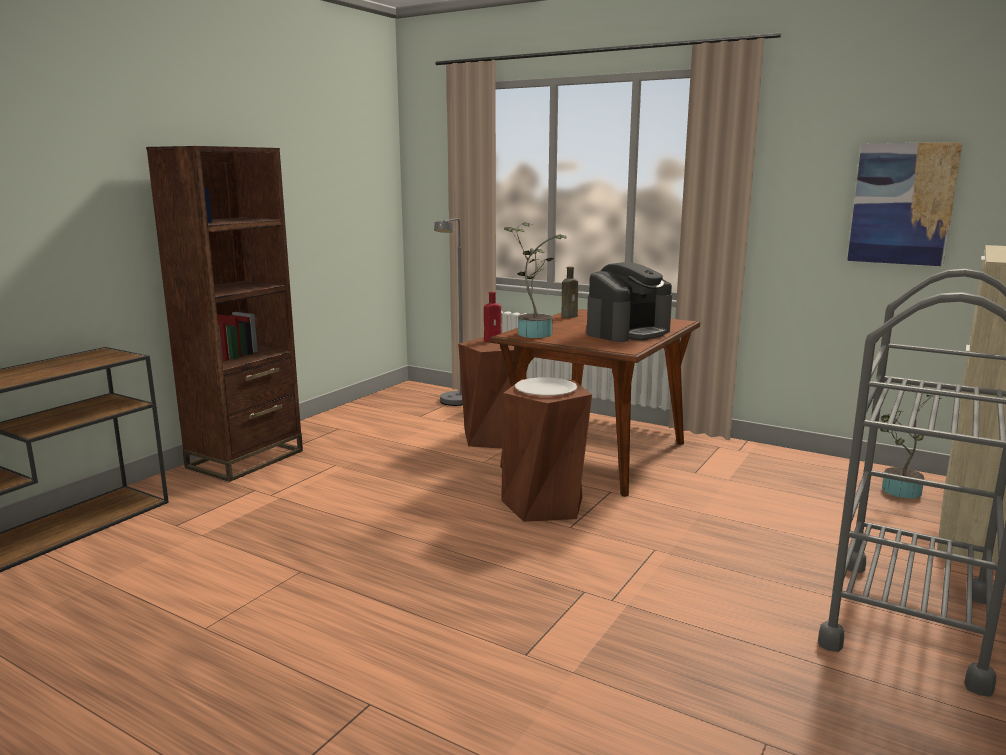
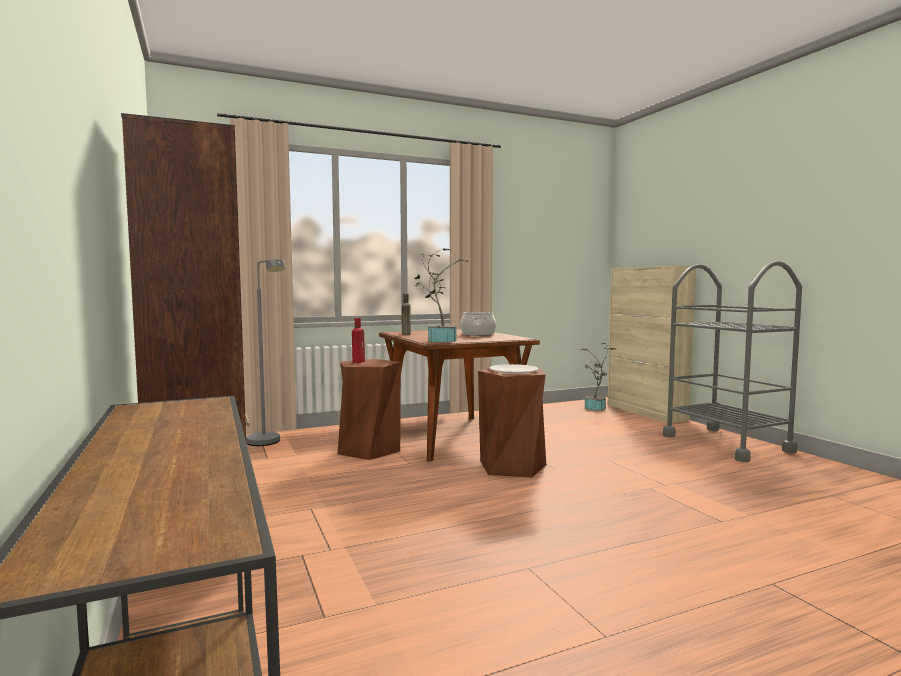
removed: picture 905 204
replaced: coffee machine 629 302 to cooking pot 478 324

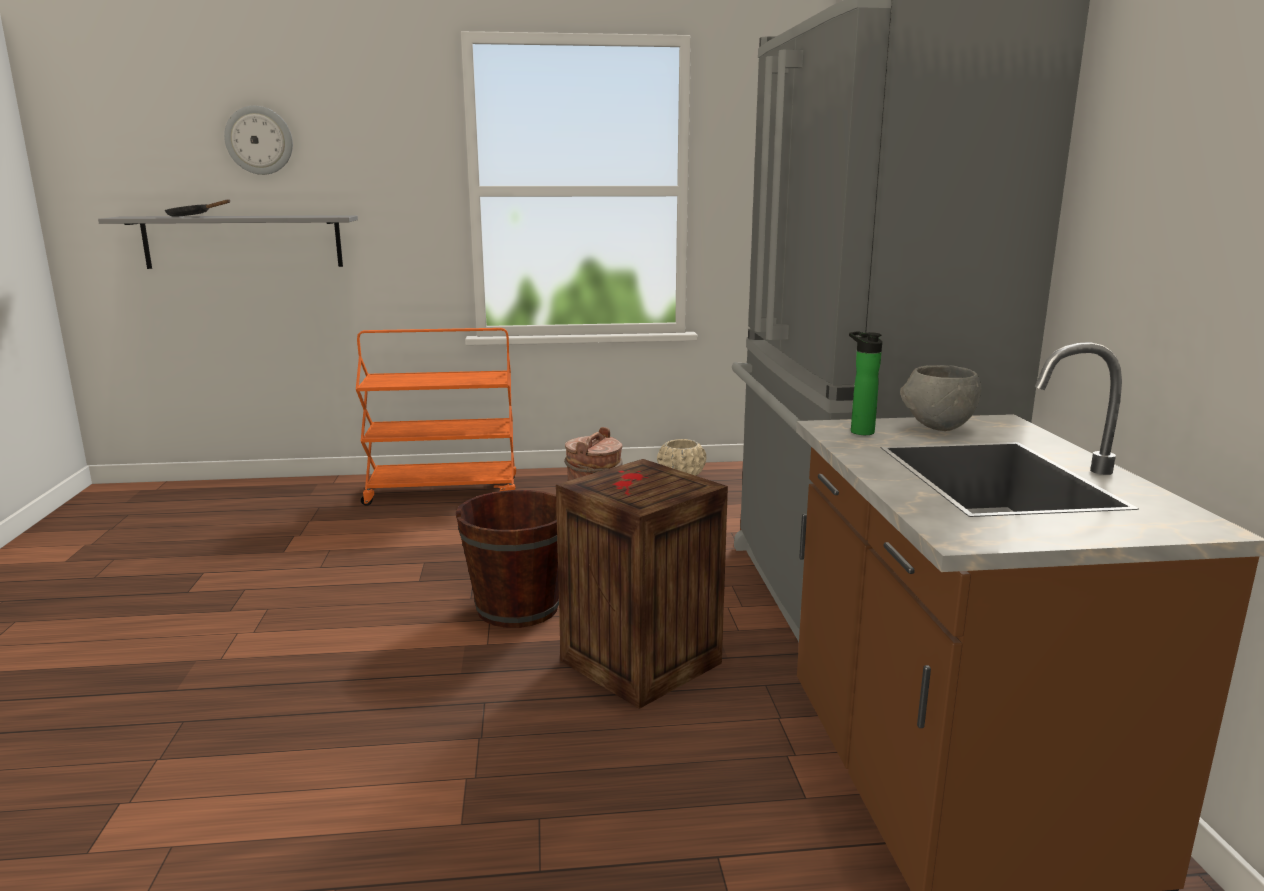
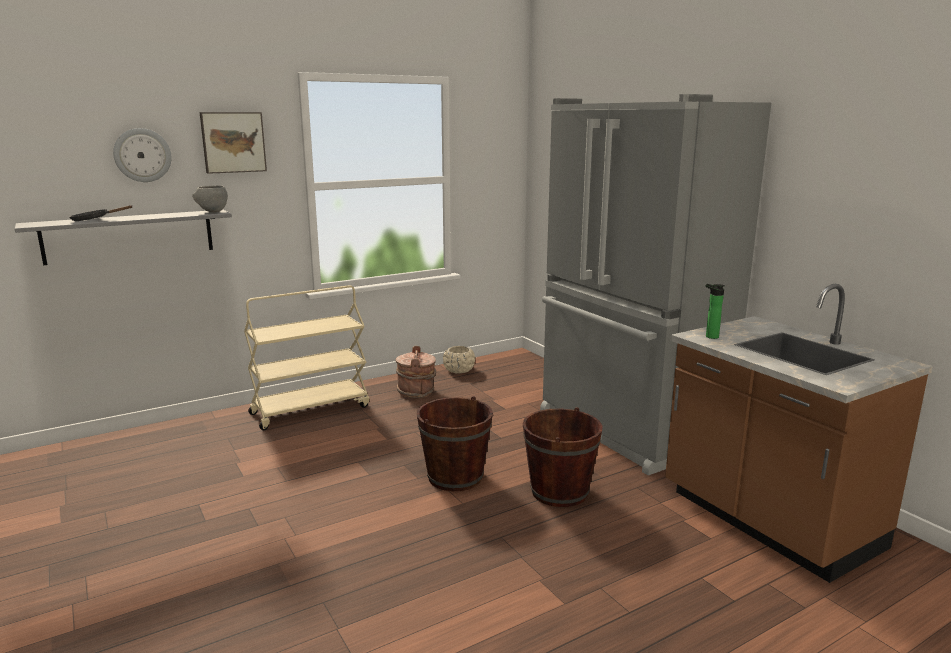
added: picture 233 143
moved: grey bowl 940 398 to 210 198
replaced: crate 642 584 to brown bucket 563 457
recoloured: orange cart 436 417 to beige cart 306 357

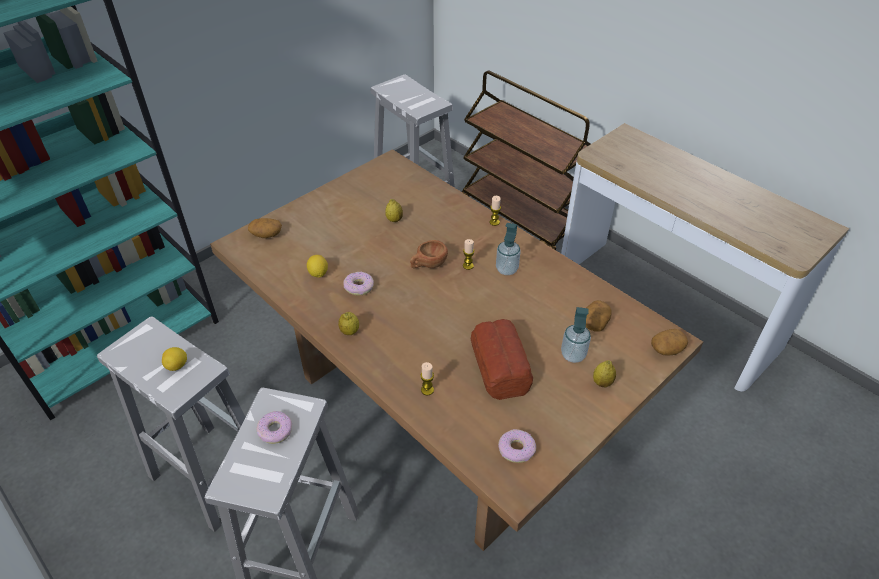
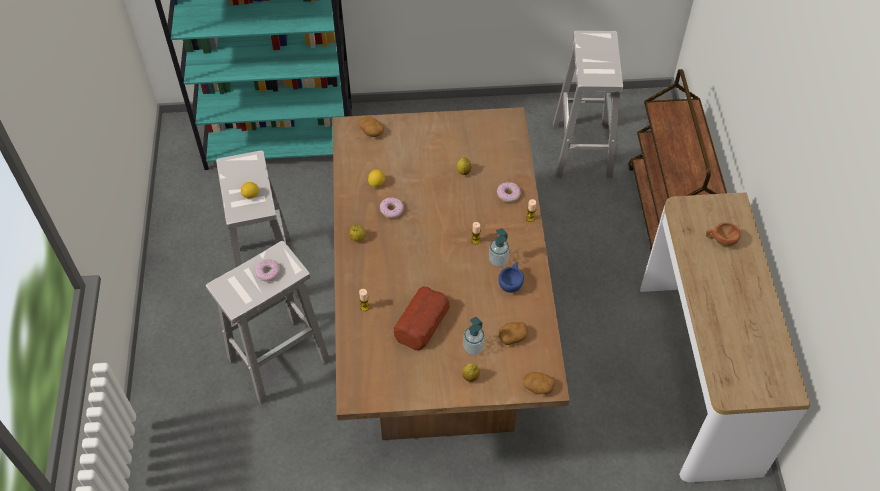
added: blue cup 511 277
moved: brown cup 429 254 to 723 234; donut 517 446 to 509 192

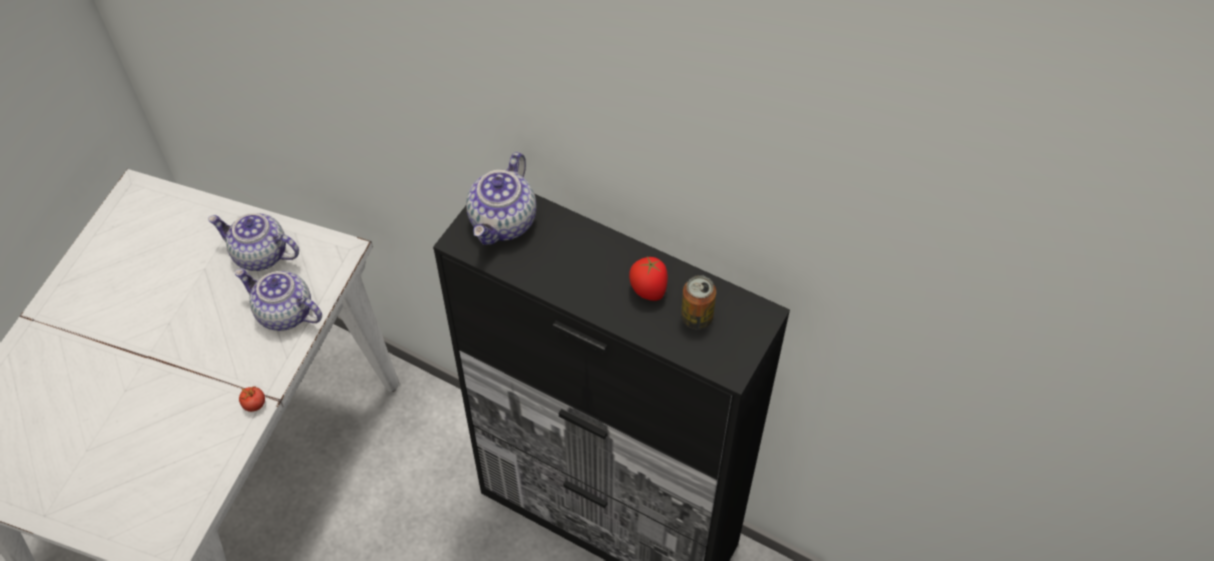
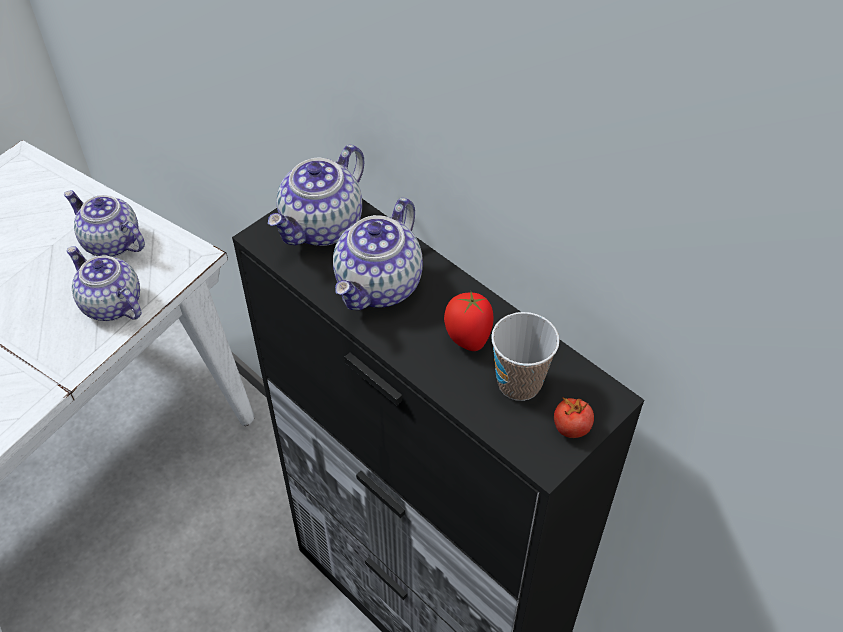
added: teapot 378 254
moved: tomato 252 399 to 574 417
replaced: can 698 302 to cup 525 356

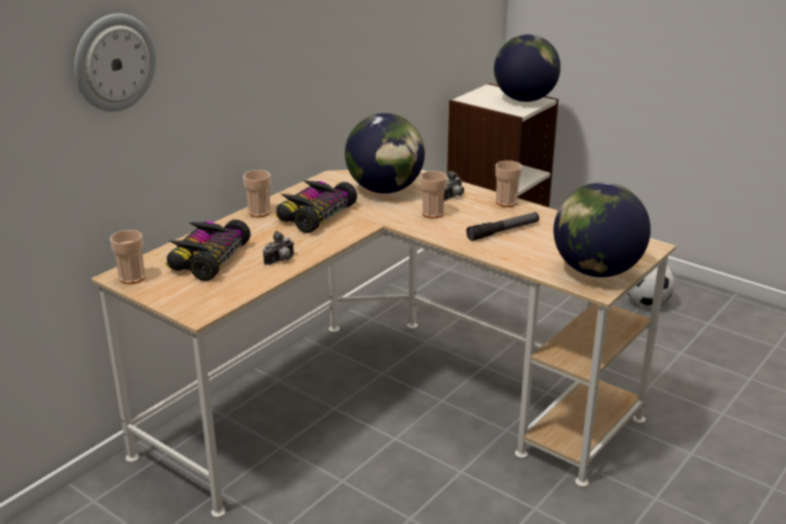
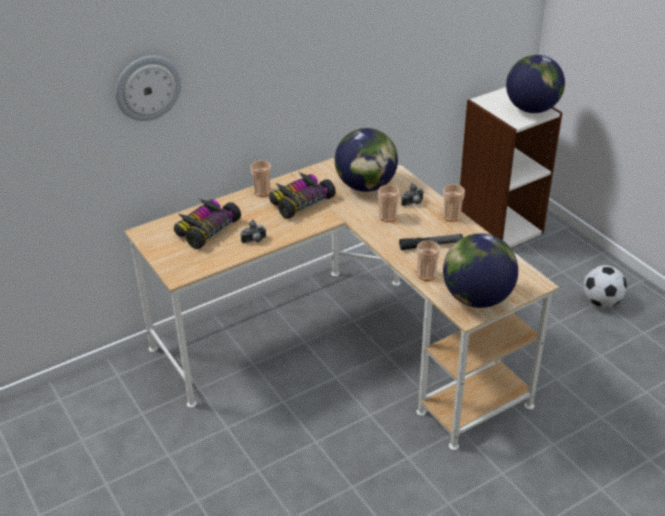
moved: cup 127 257 to 428 260

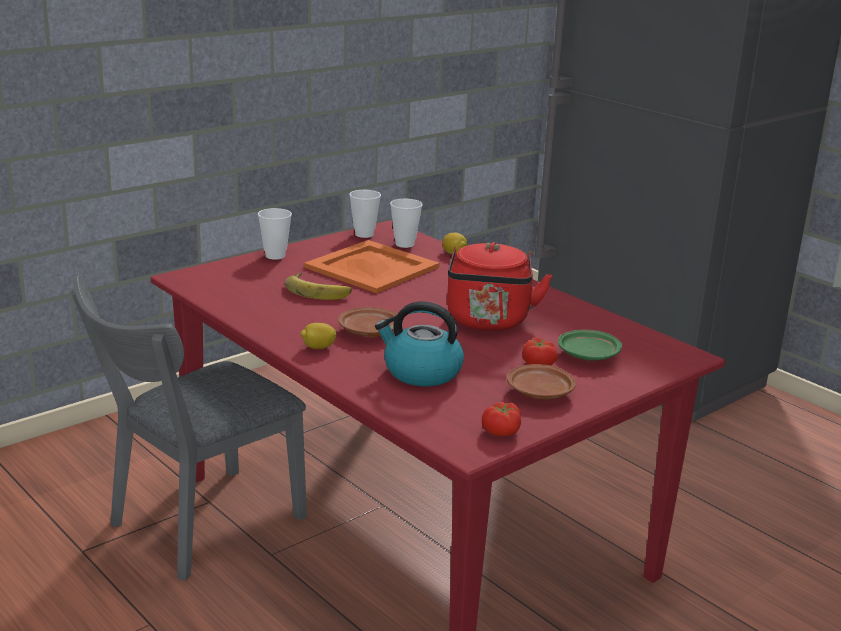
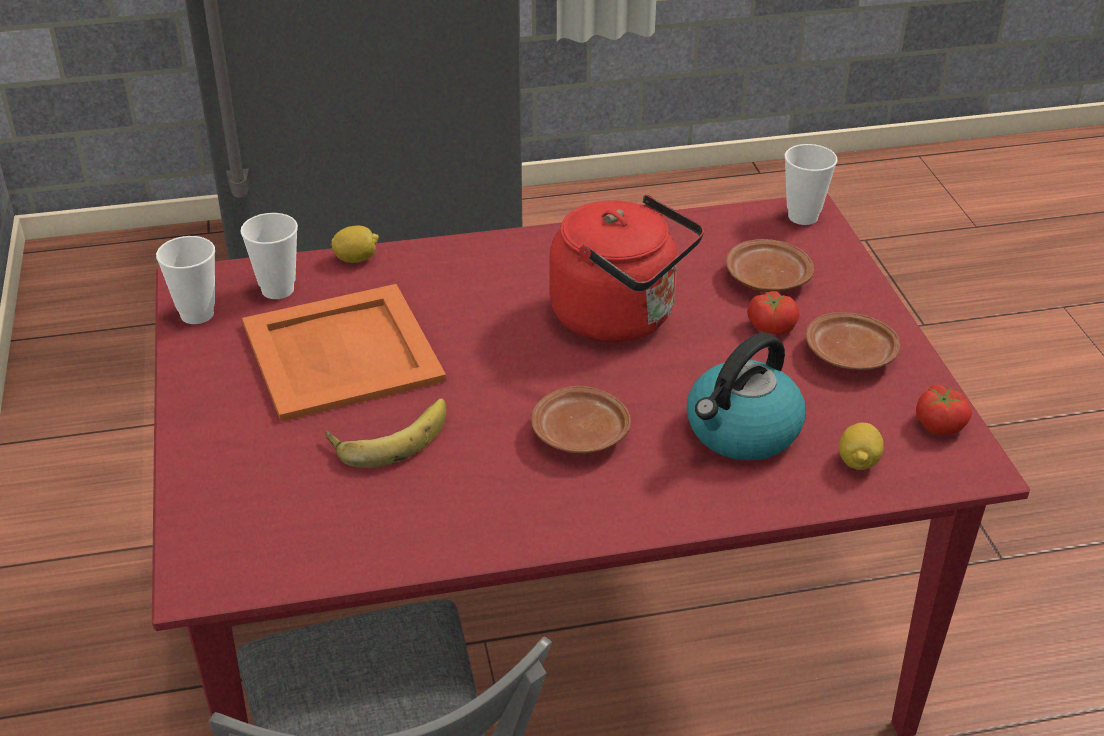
moved: cup 275 234 to 811 184; lemon 319 336 to 861 446
recoloured: green plate 590 345 to brown plate 770 265

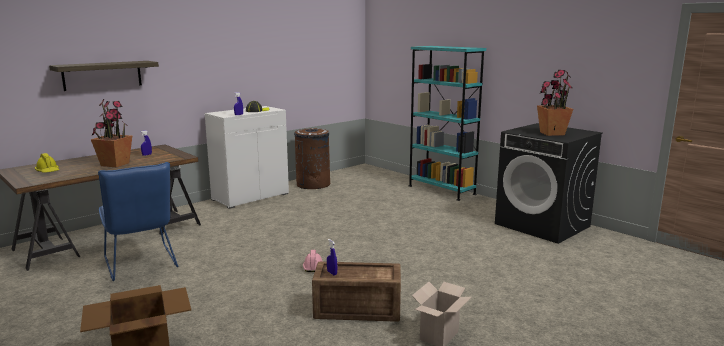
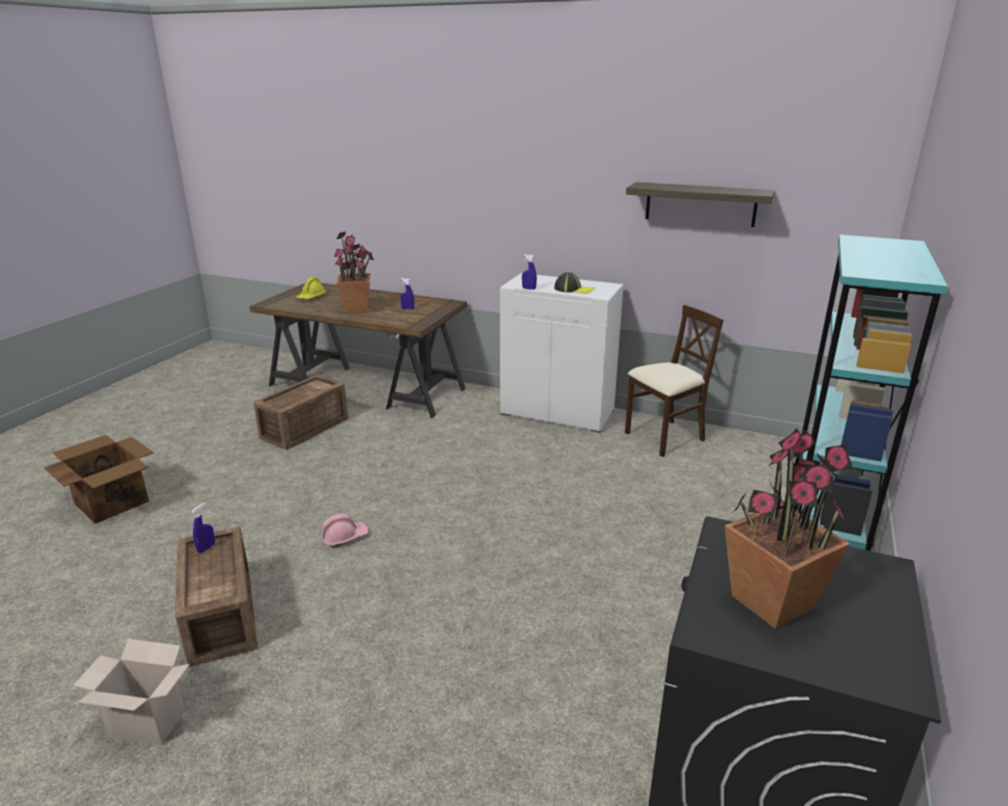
moved: shelf 104 76 to 700 204
replaced: blue chair 138 221 to crate 300 412; brown trash can 312 158 to beige chair 674 381

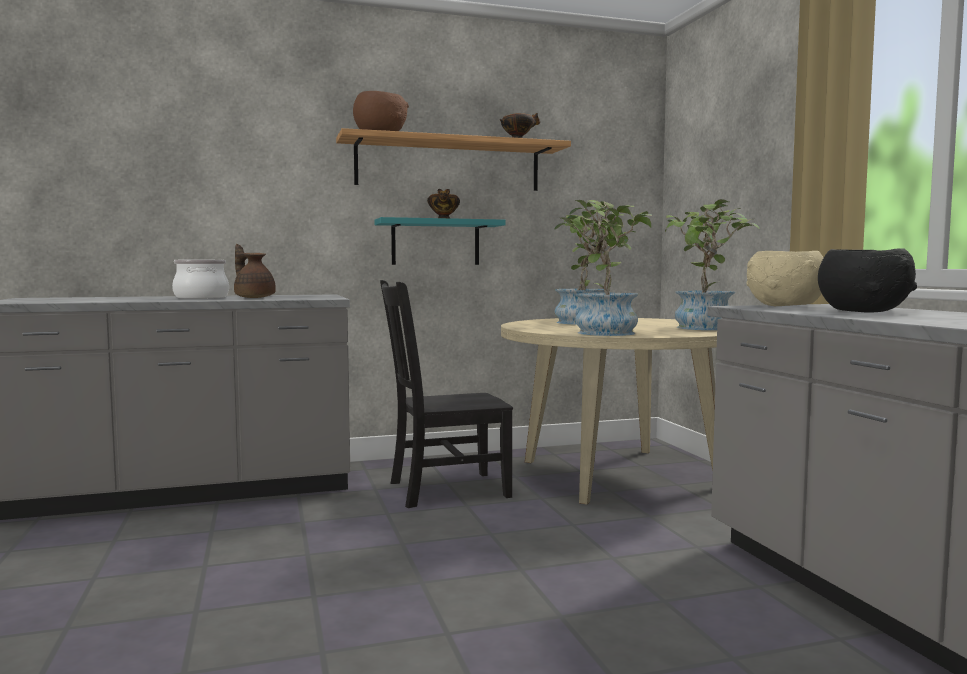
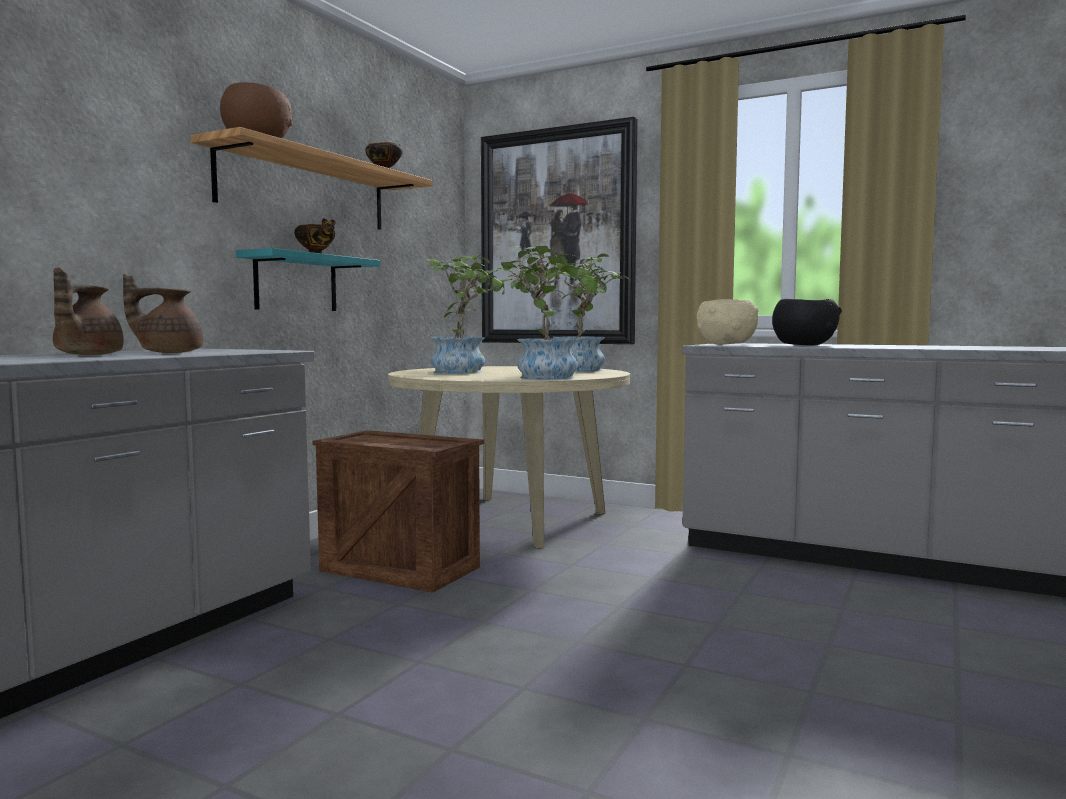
added: picture 559 230
replaced: cooking pot 200 279 to brown teapot 88 311; black chair 446 394 to crate 398 511

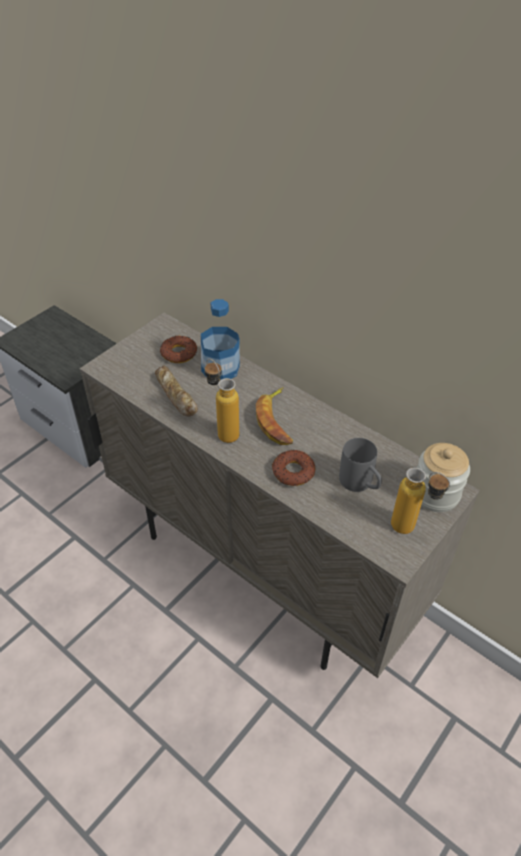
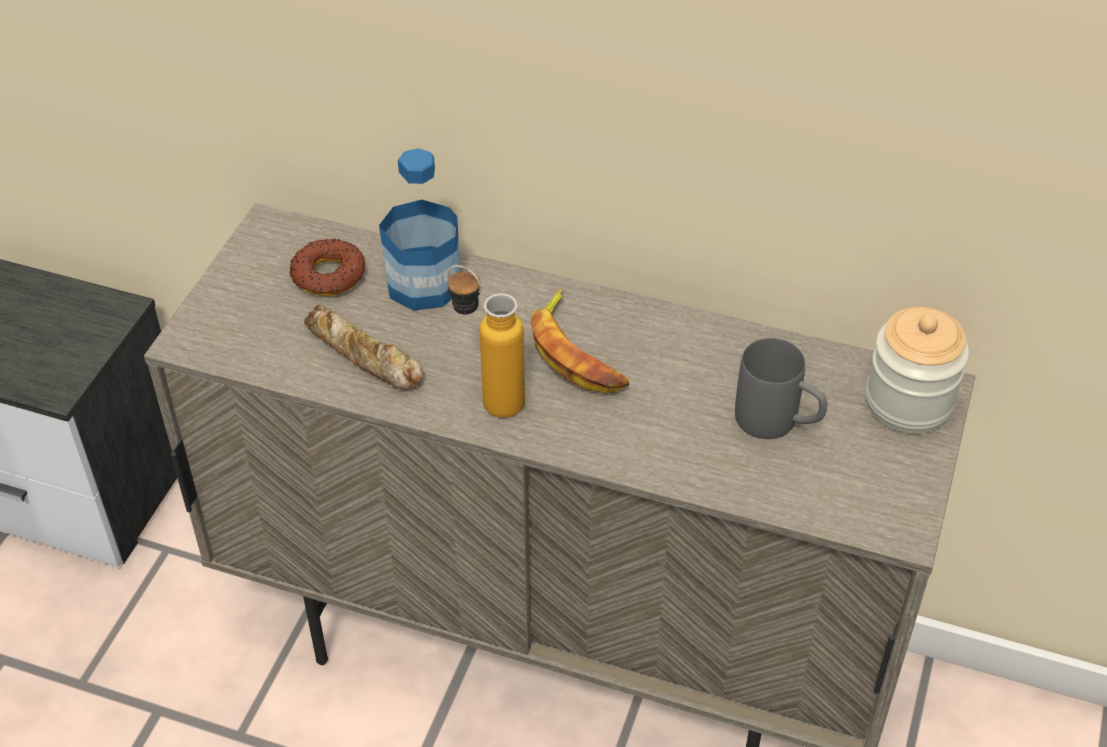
removed: donut 293 468; bottle 420 500

